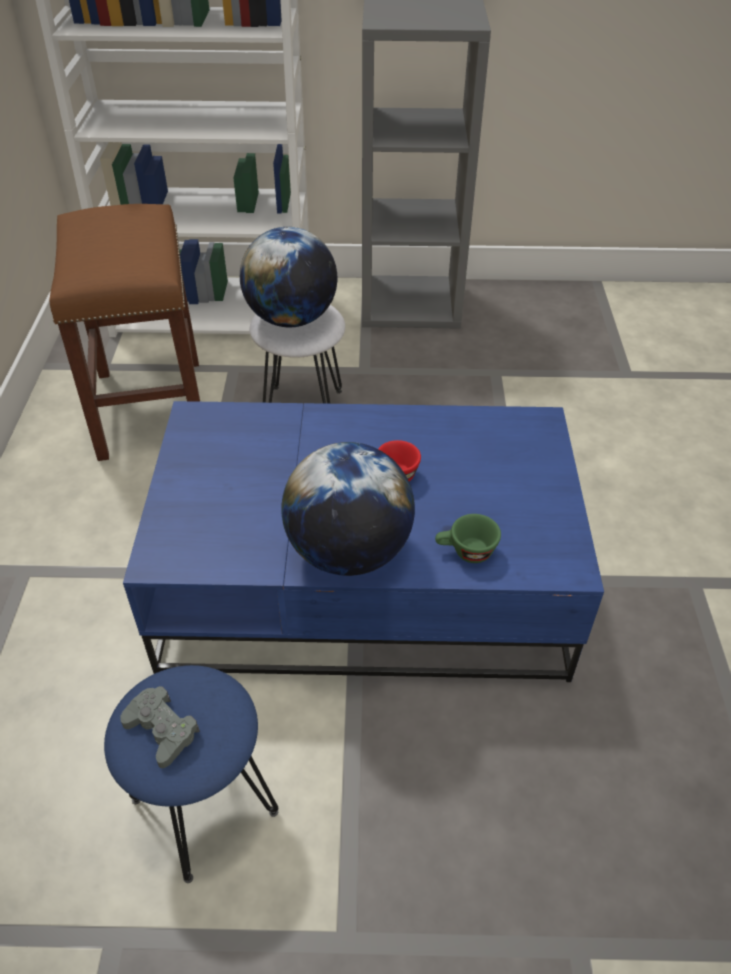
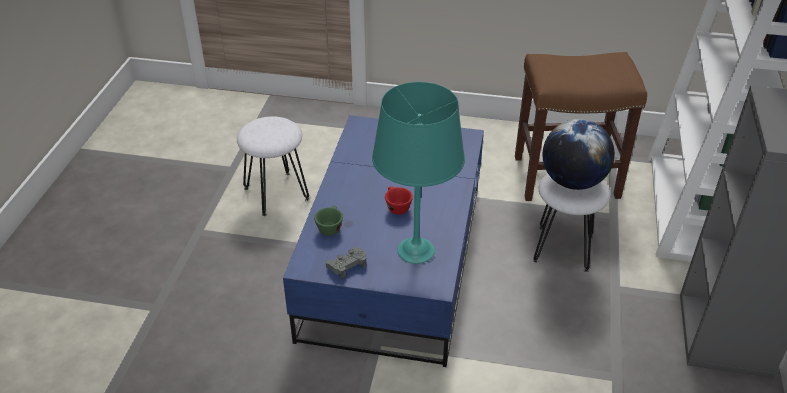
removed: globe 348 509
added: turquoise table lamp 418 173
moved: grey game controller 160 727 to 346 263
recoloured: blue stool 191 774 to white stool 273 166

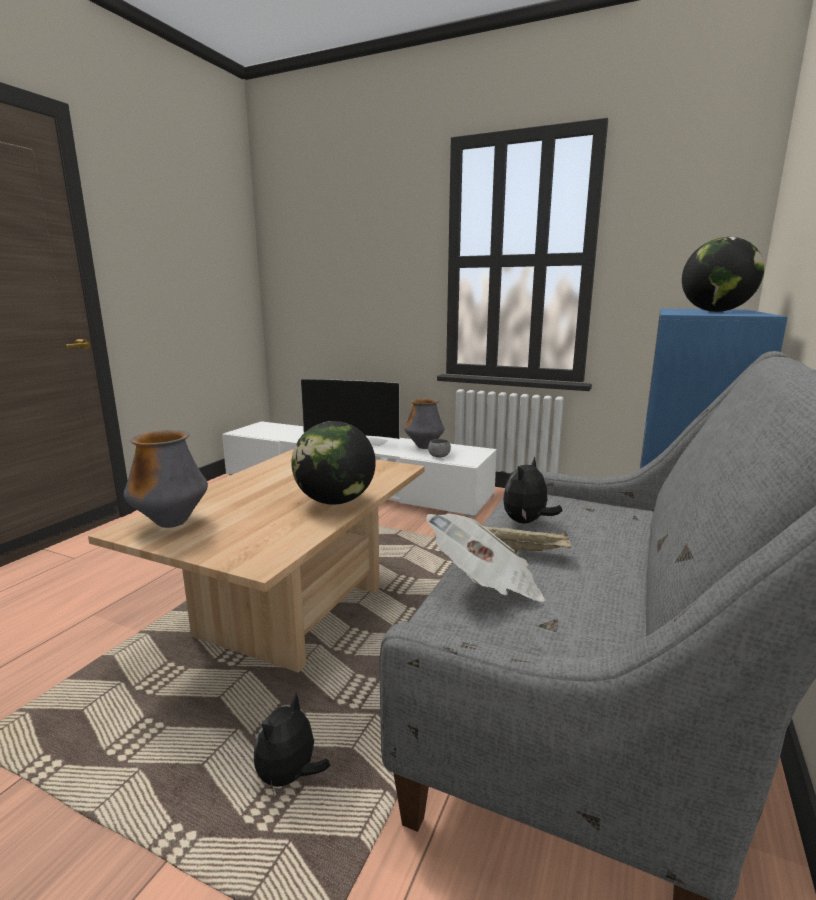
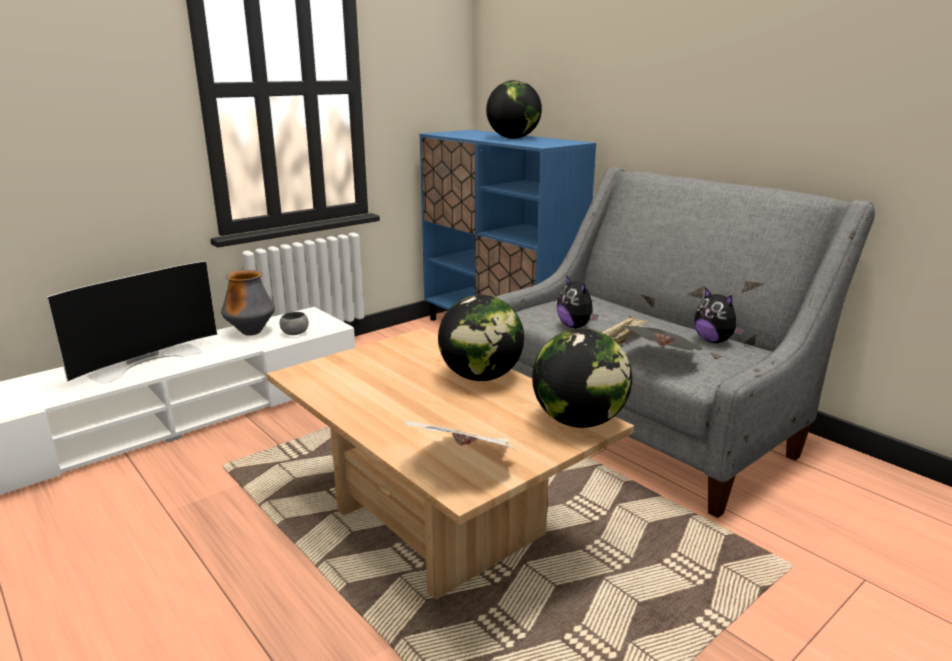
added: globe 582 378
moved: plush toy 292 743 to 719 315
replaced: vase 166 479 to newspaper 460 434

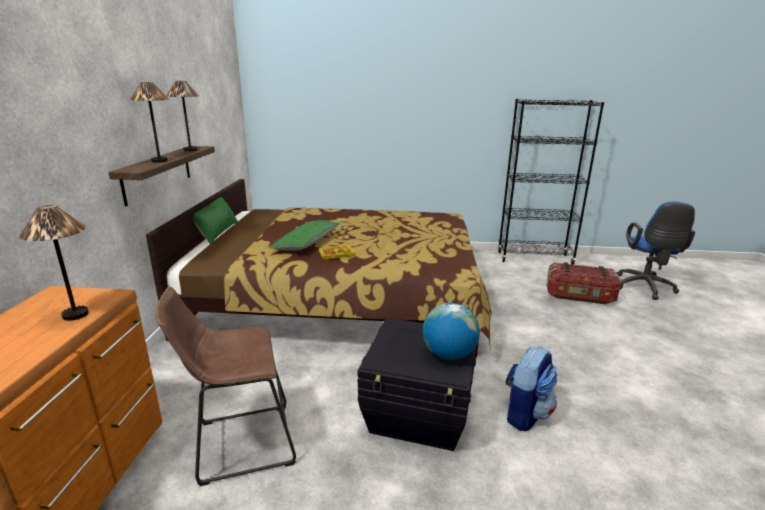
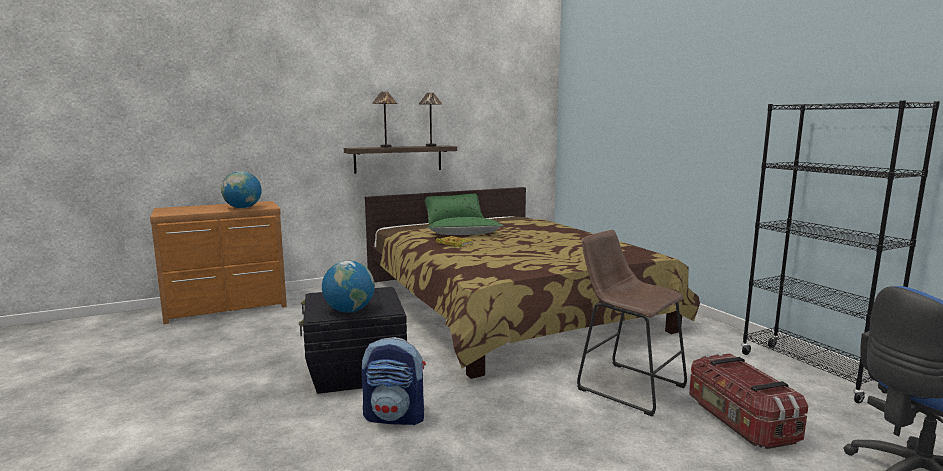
moved: brown stool 226 386 to 632 323
replaced: table lamp 53 263 to globe 241 189

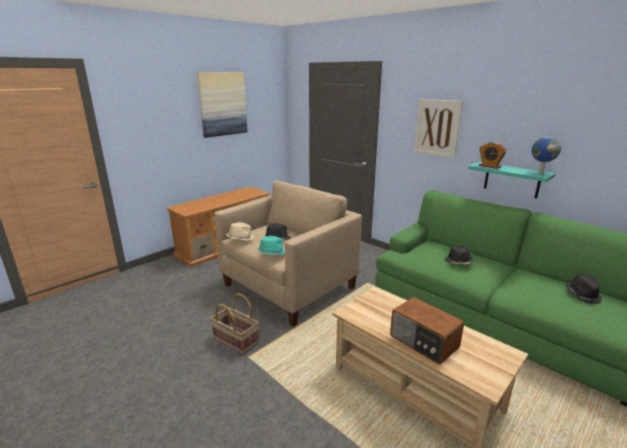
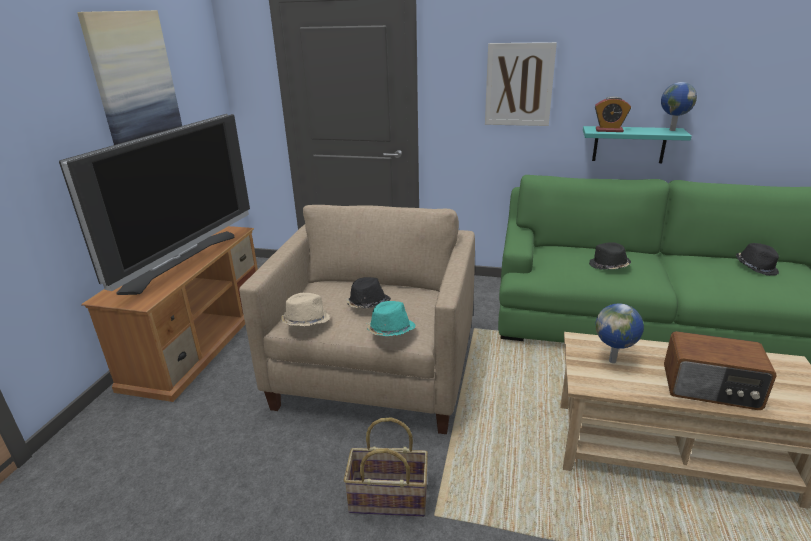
added: television 154 204; globe 620 333

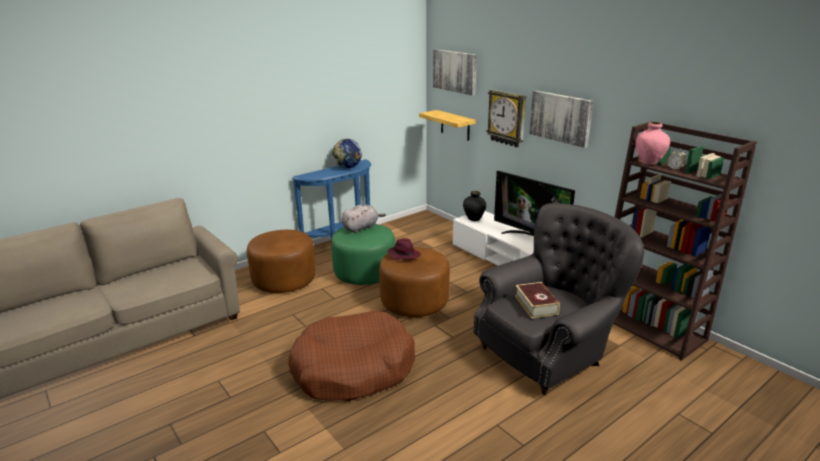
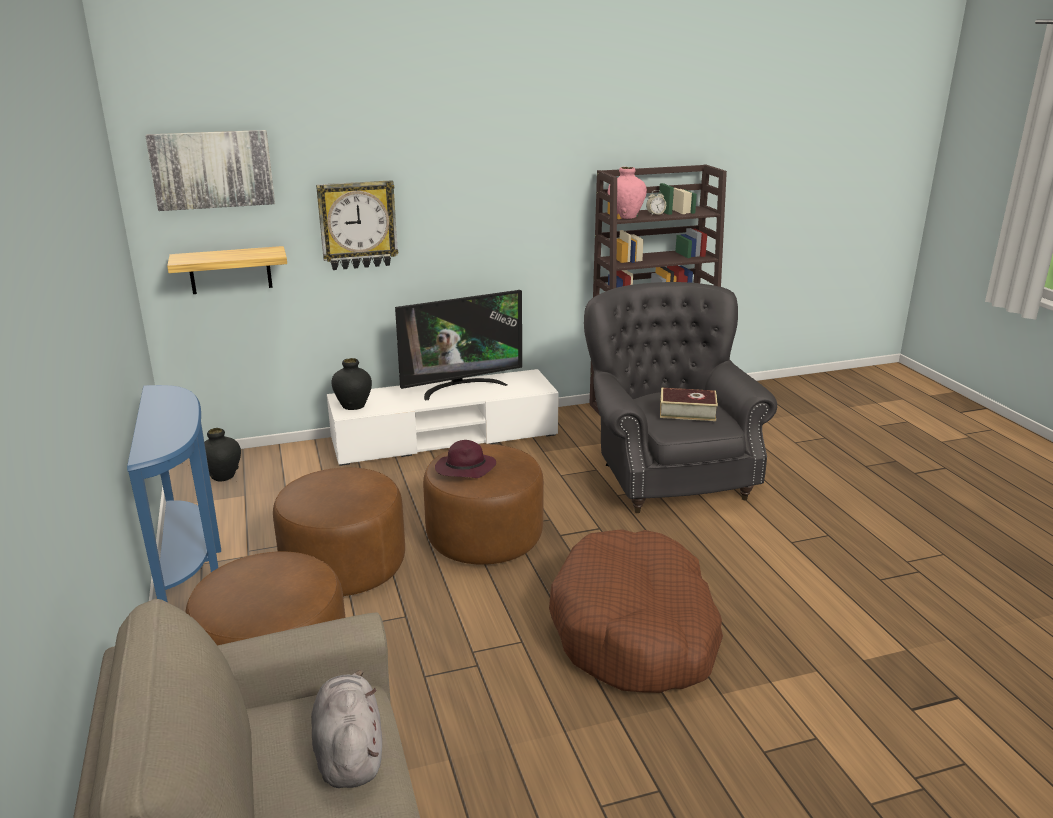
removed: globe 347 153; picture 561 119
added: black vase 222 455
moved: grey plush toy 364 219 to 346 729
recoloured: green ottoman 363 254 to brown ottoman 339 531

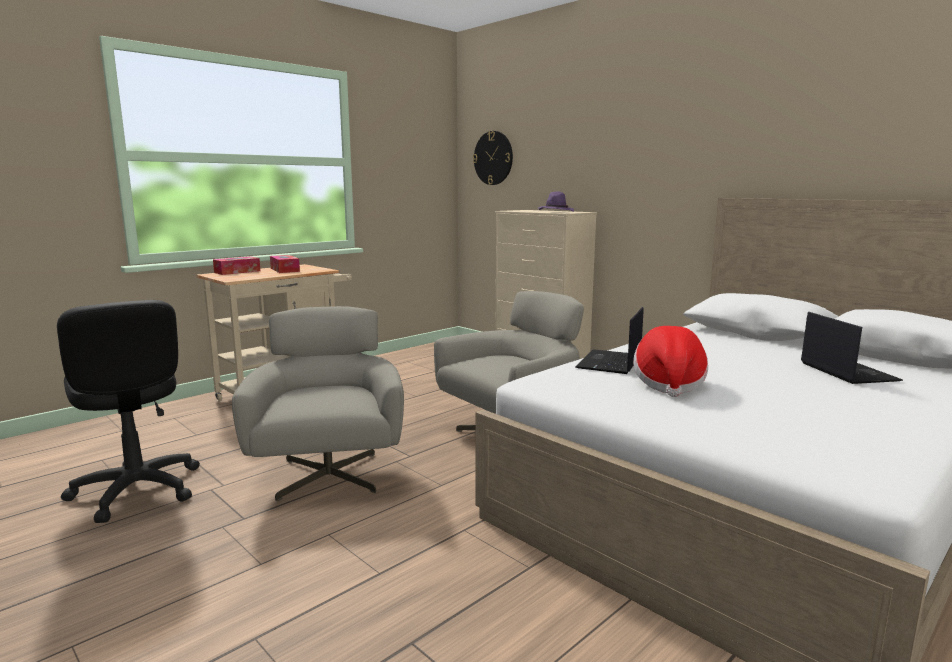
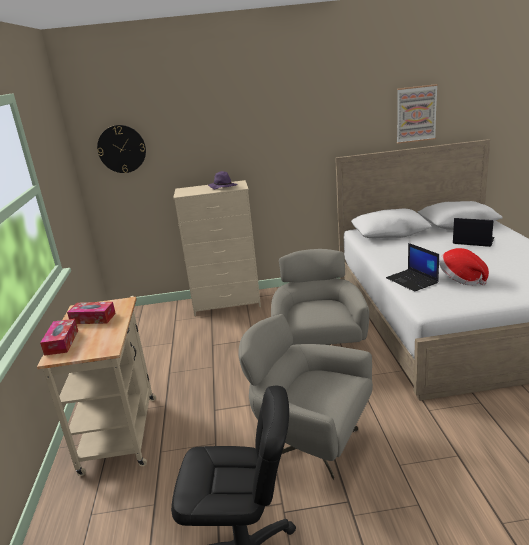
added: picture 417 114

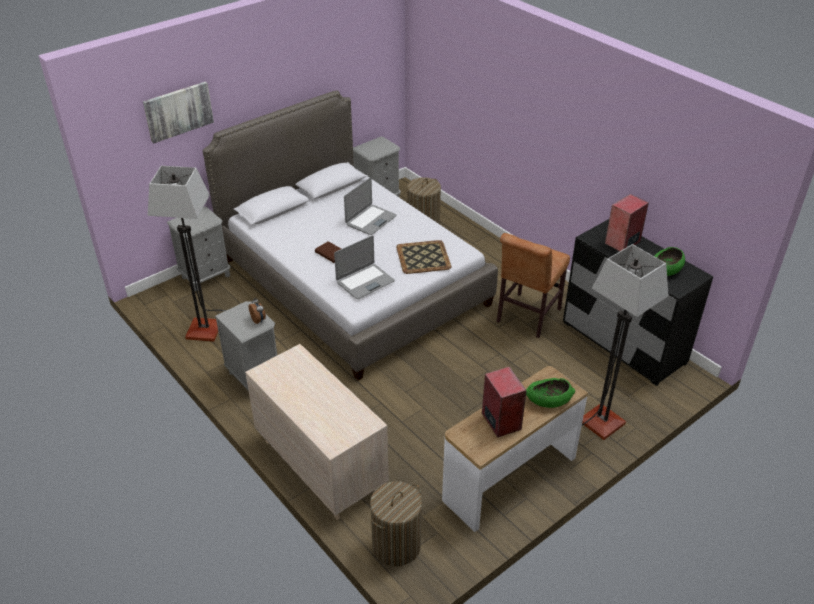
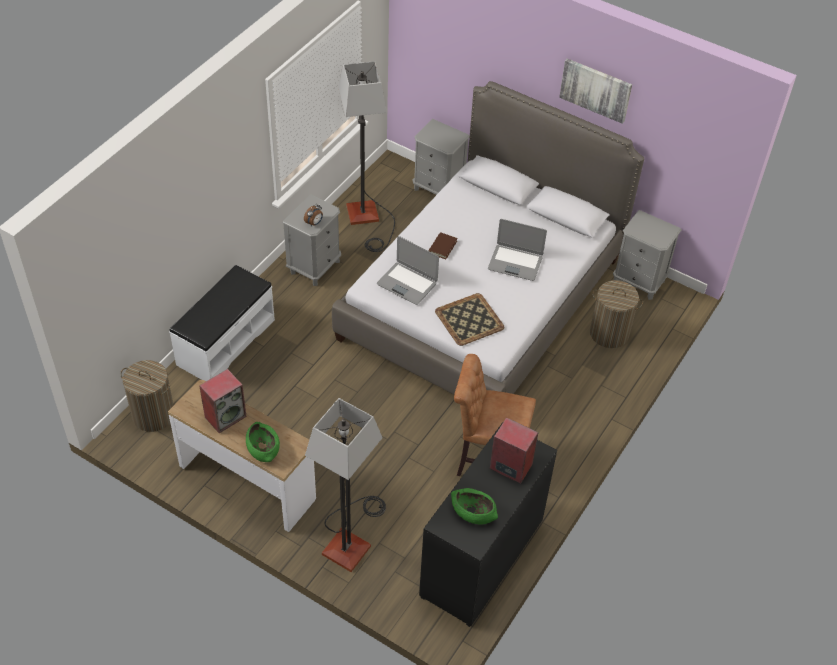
moved: picture 178 112 to 595 91
replaced: beige dresser 317 432 to white bench 222 323

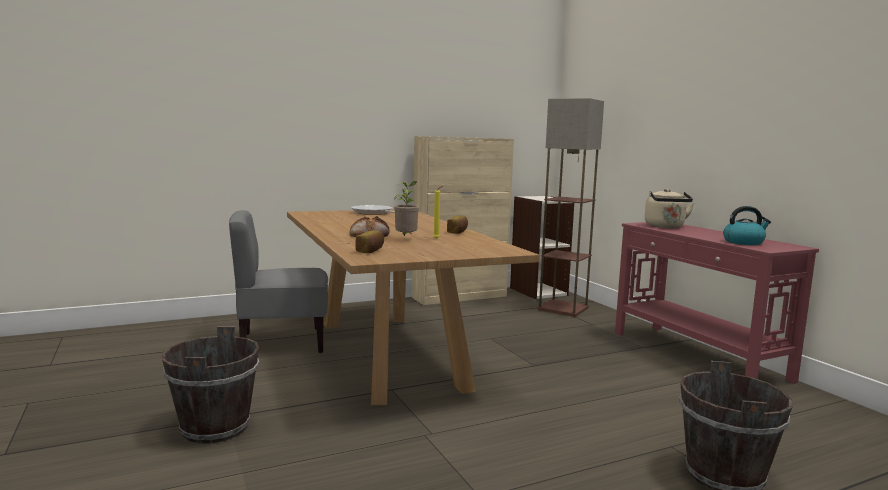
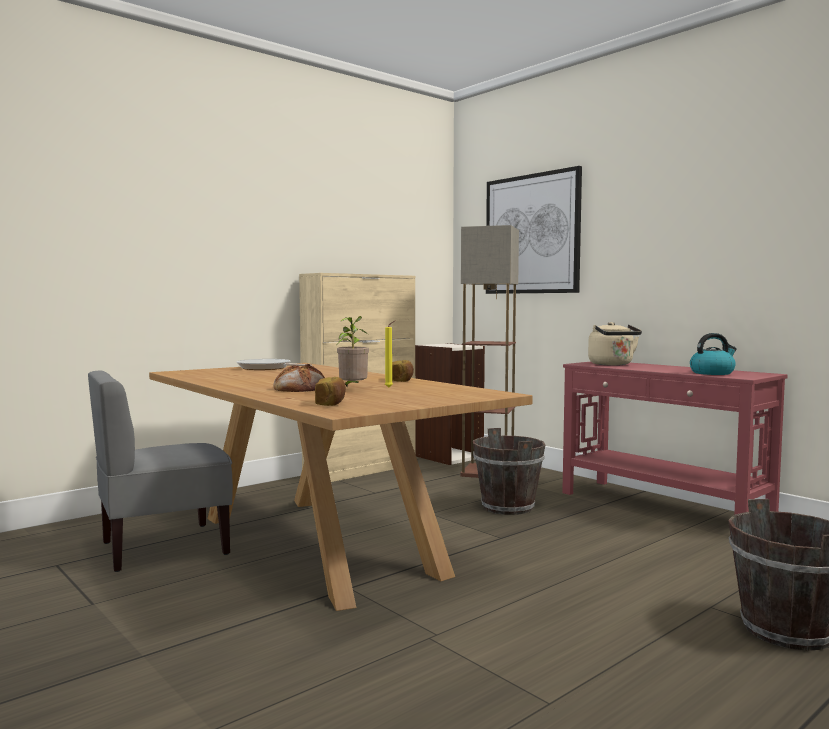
added: picture 534 230
moved: brown bucket 210 385 to 509 471

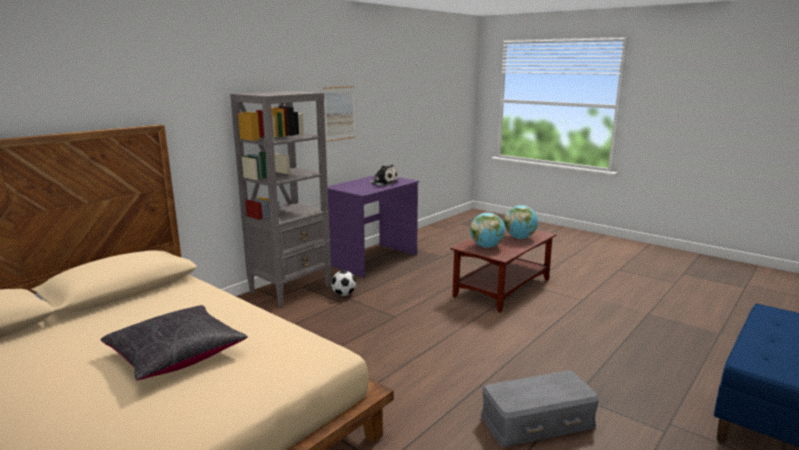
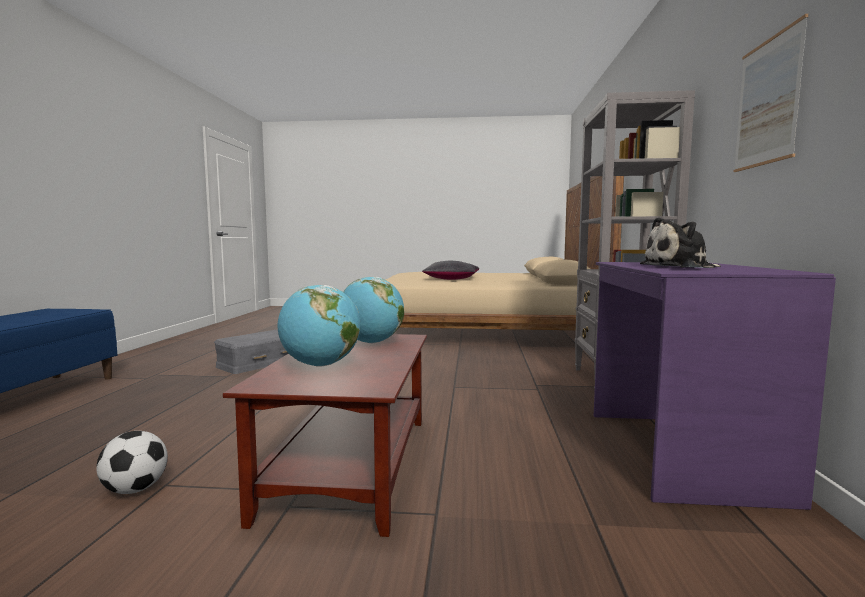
moved: football 343 283 to 132 462

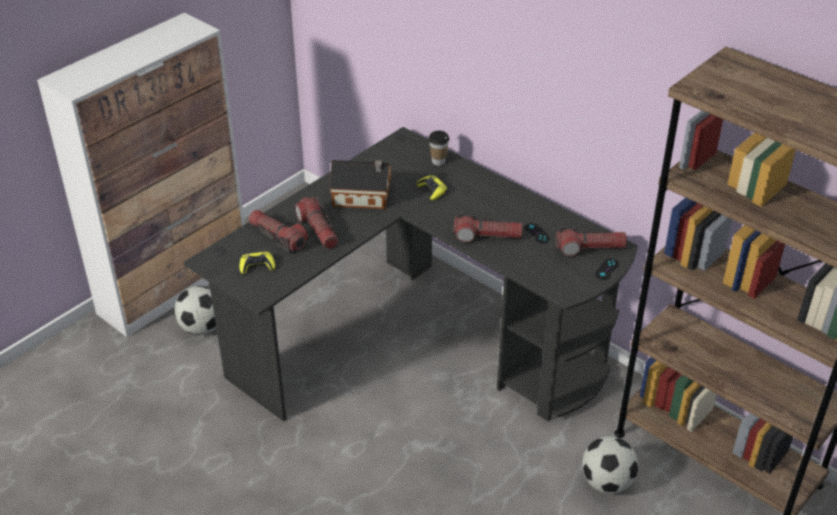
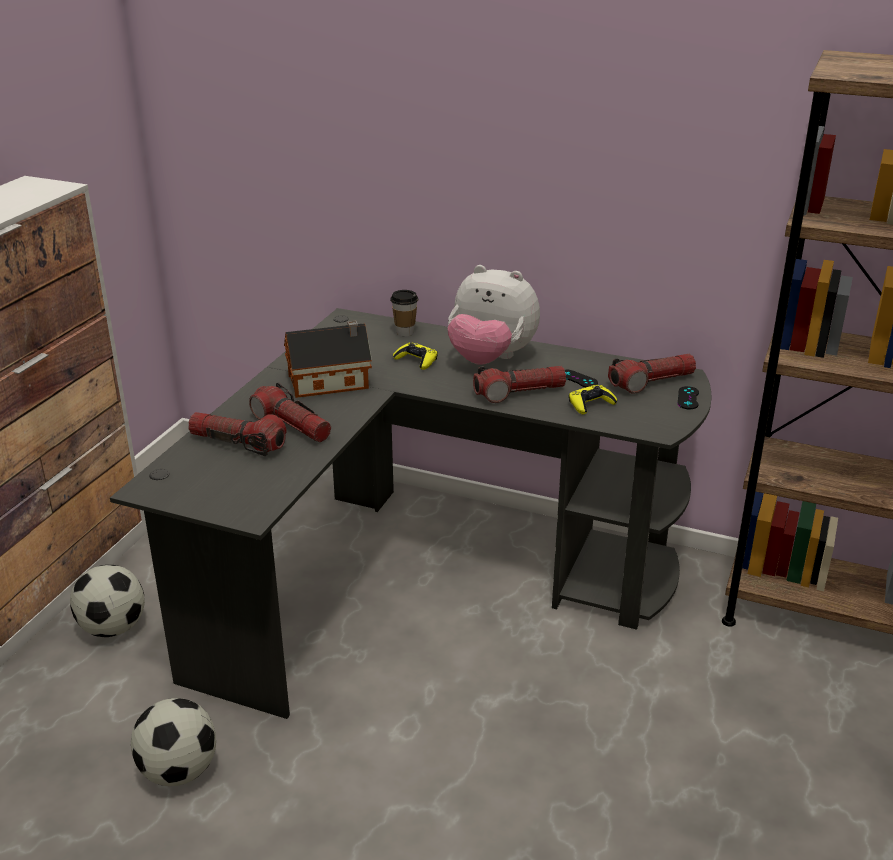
added: plush toy 493 315
moved: yellow game controller 257 263 to 593 399; football 610 465 to 173 742

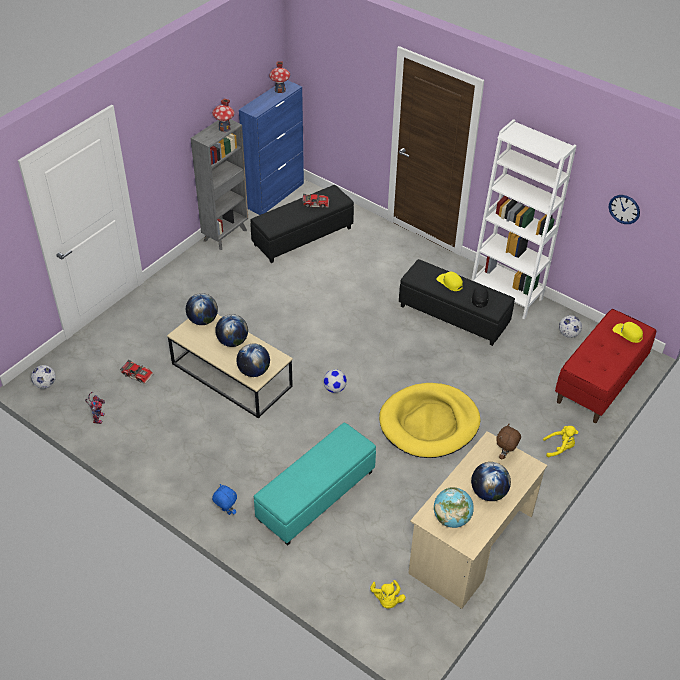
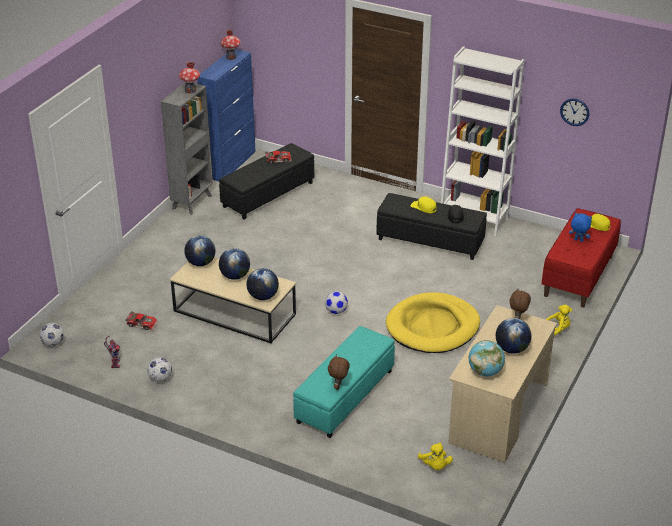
added: brown plush toy 339 372
moved: blue plush toy 224 499 to 580 227; football 570 326 to 159 369

